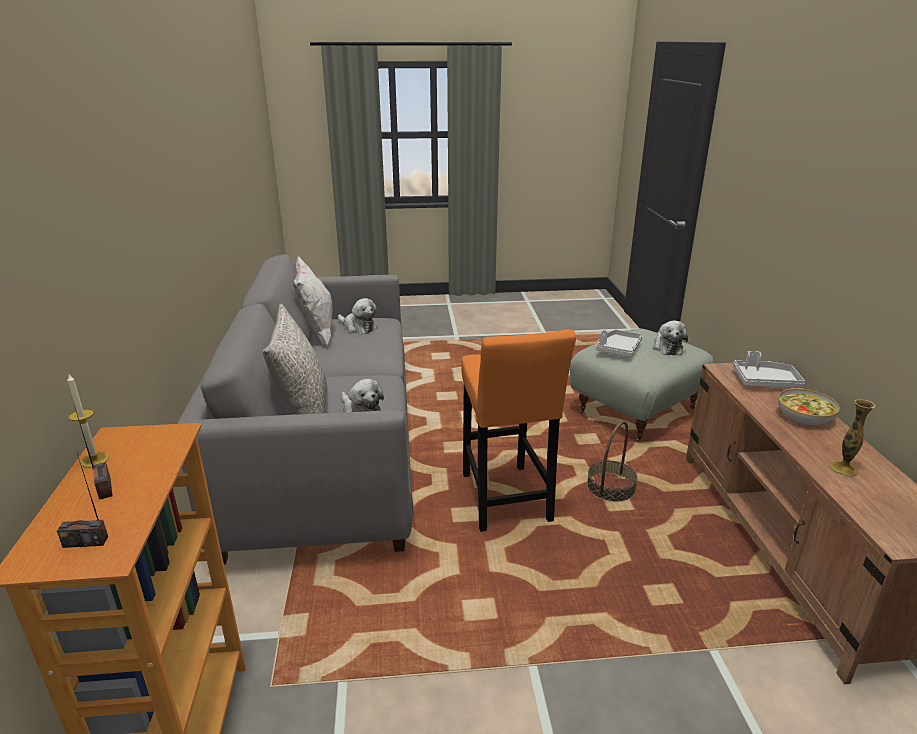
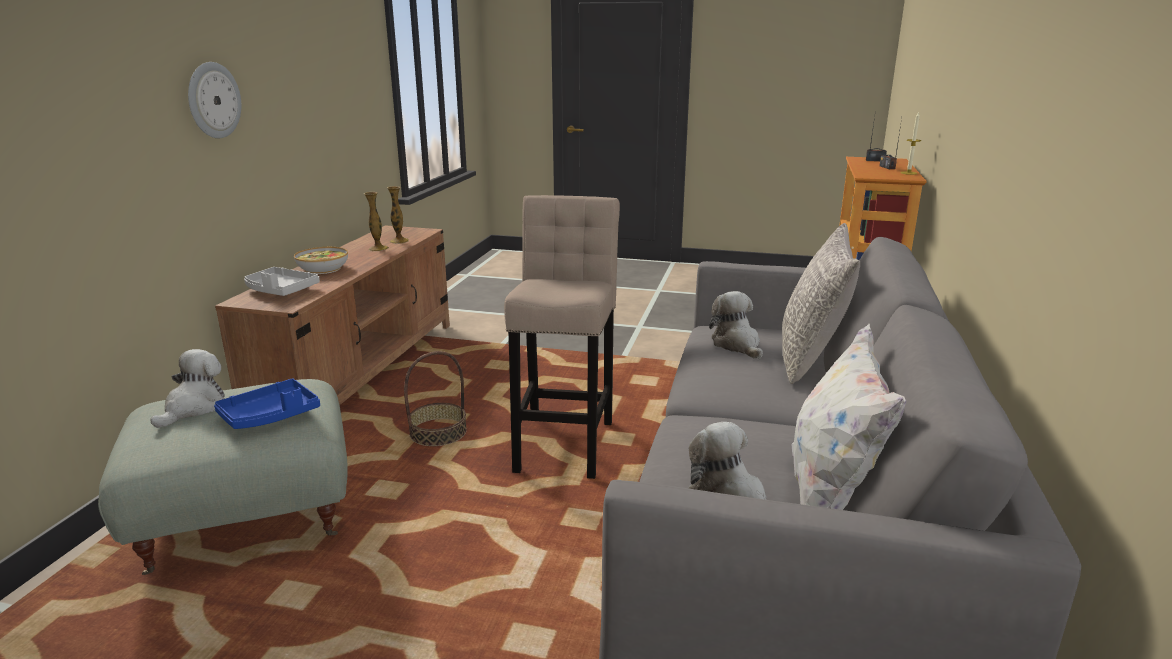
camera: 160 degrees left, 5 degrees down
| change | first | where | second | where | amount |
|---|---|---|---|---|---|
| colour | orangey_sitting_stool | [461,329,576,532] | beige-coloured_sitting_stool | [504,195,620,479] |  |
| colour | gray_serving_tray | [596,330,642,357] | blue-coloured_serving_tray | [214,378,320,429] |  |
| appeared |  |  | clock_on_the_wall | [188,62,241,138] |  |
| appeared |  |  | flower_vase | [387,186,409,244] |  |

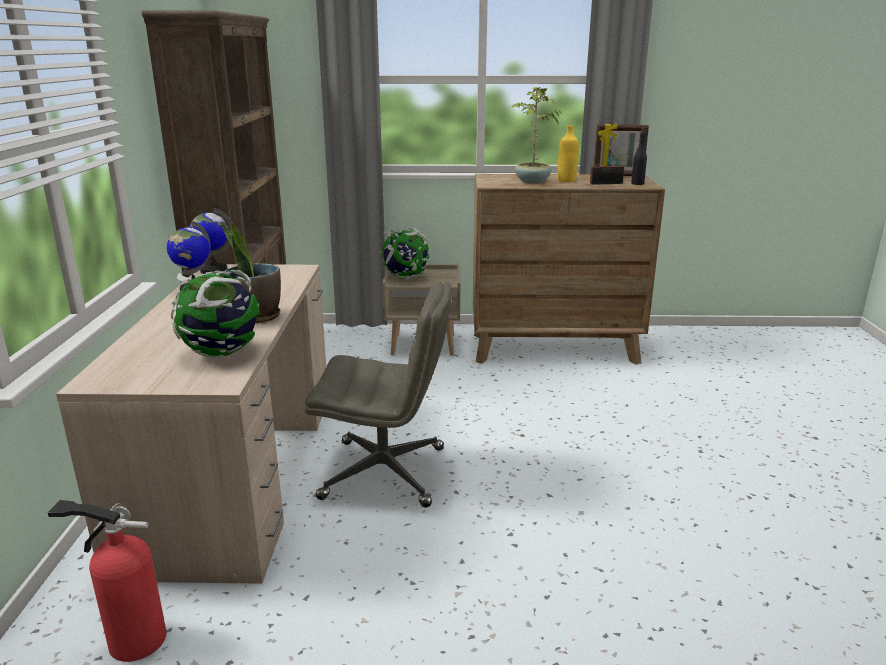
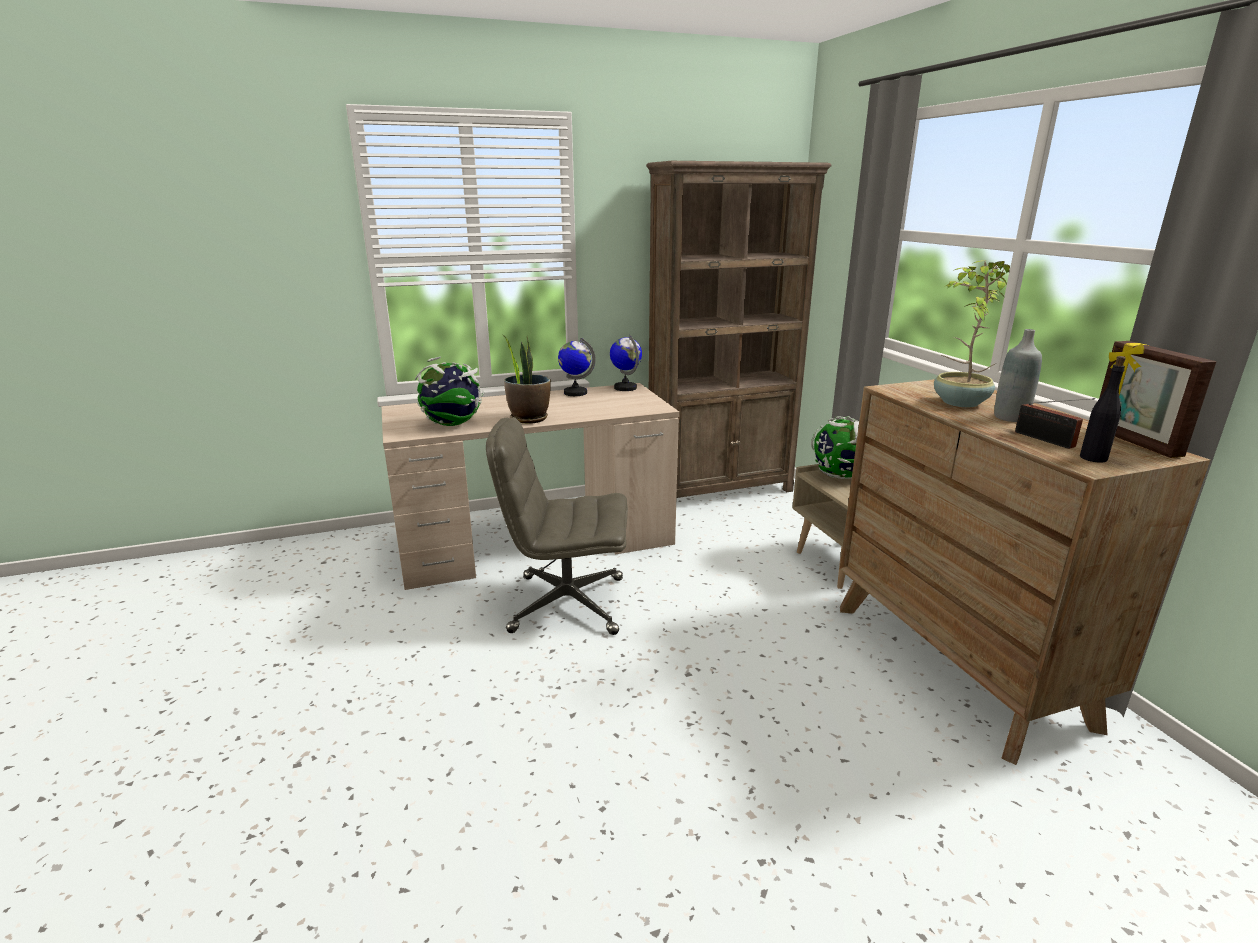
camera: 70 degrees right, 0 degrees up
| change | first | where | second | where | amount |
|---|---|---|---|---|---|
| colour | yellowish_bottle | [558,125,579,182] | gray_bottle | [994,329,1042,422] |  |
| spun | gray_office_chair | [305,281,452,507] |  | [486,417,628,635] | 105 degrees clockwise |
| missing | fire-fighting_cylinder | [48,500,167,662] |  |  |  |

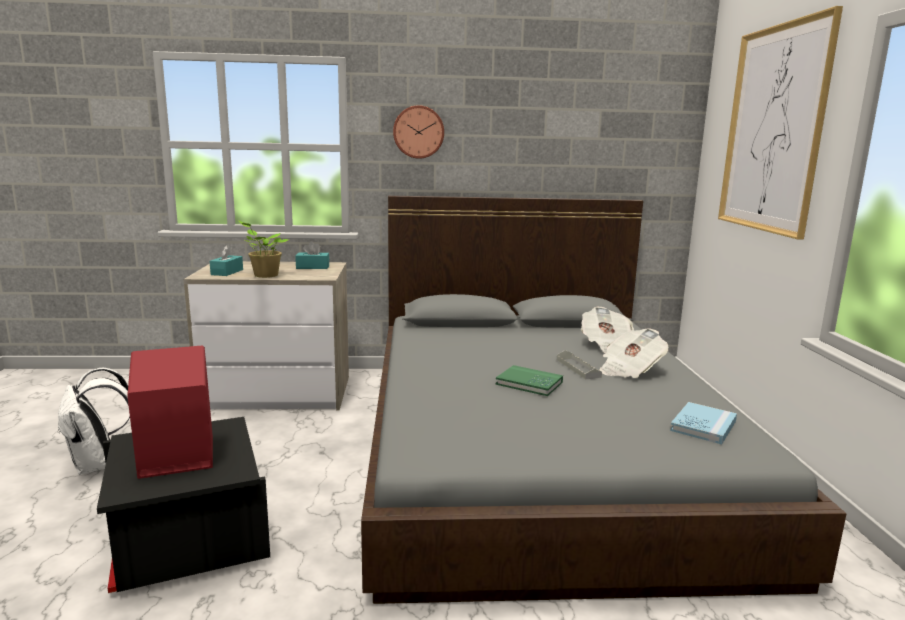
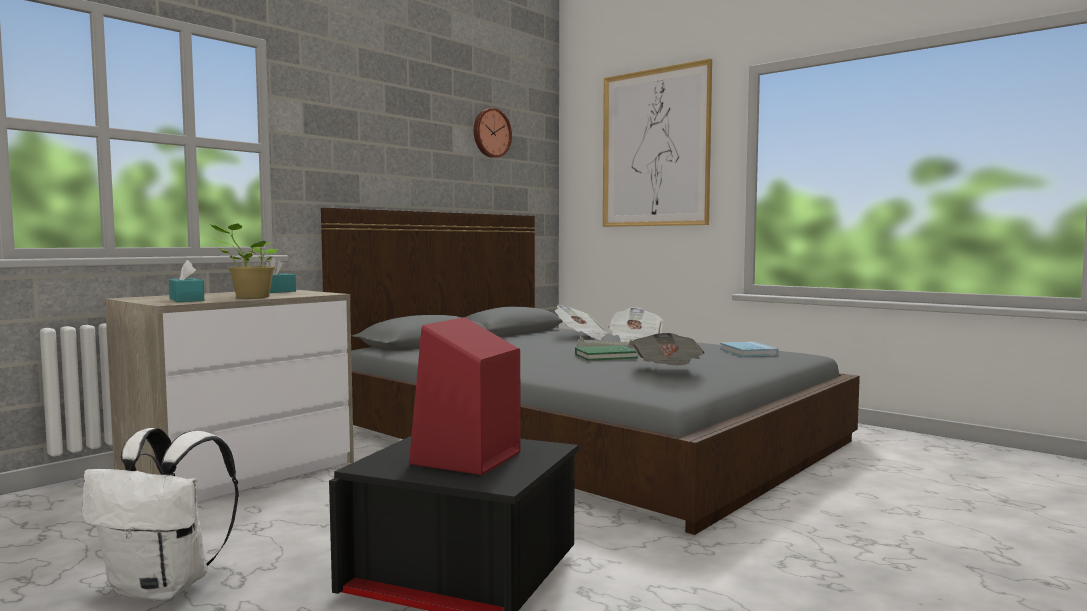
camera: 45 degrees left, 10 degrees down
| change | first | where | second | where | amount |
|---|---|---|---|---|---|
| relocated | clock_on_the_wall | [393,105,444,159] |  | [474,108,512,158] |  |
| appeared |  |  | daily_paper | [630,333,705,365] |  |

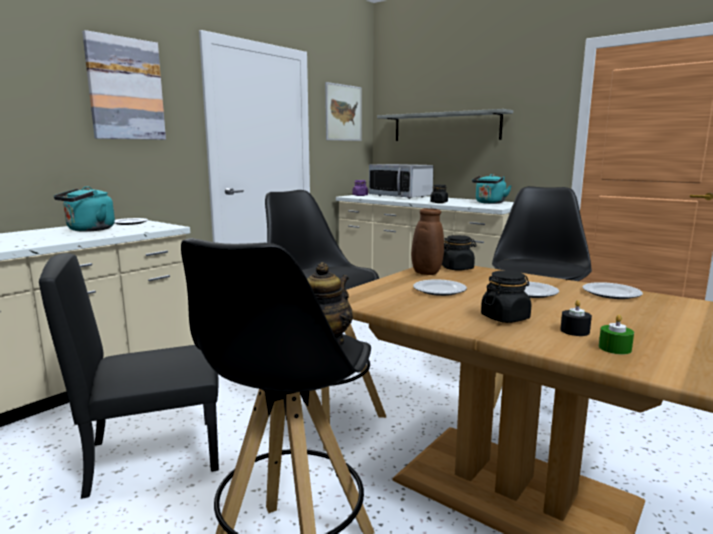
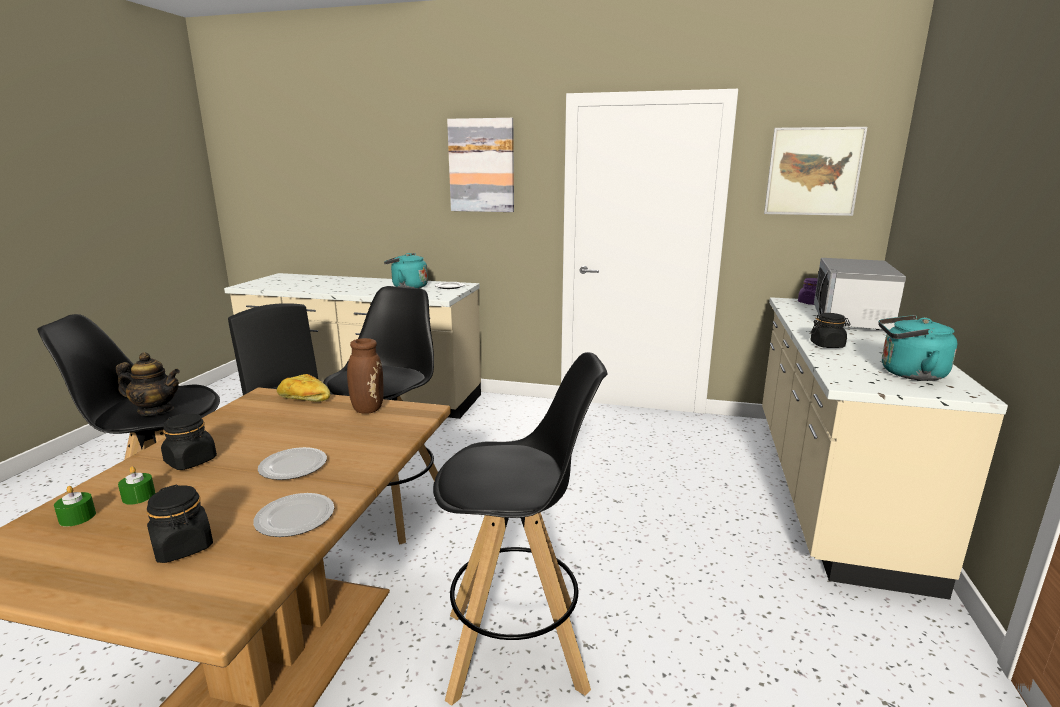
camera: 65 degrees right, 5 degrees up
| change | first | where | second | where | amount |
|---|---|---|---|---|---|
| missing | gray_wall_shelf | [377,109,513,141] |  |  |  |
| relocated | black-coloured_preserve_jar | [442,235,477,271] |  | [146,485,213,563] |  |
| missing | dinner_plate | [413,279,467,296] |  |  |  |
| colour | black-coloured_candle | [560,300,592,336] | green_candle | [118,466,155,505] |  |
| appeared |  |  | baked_bread | [277,374,330,402] |  |

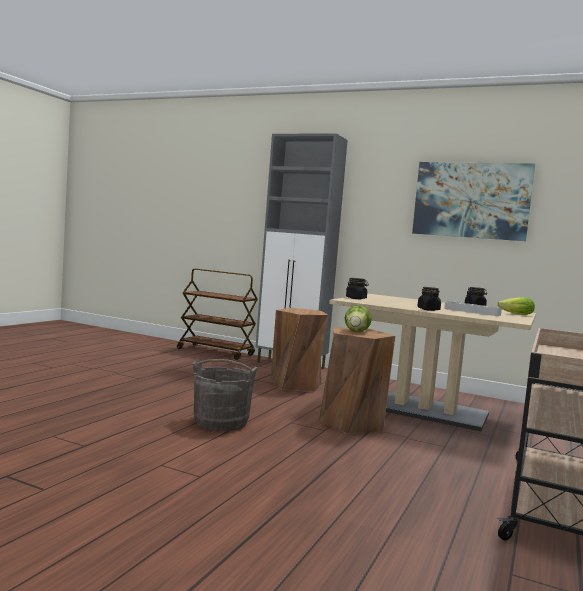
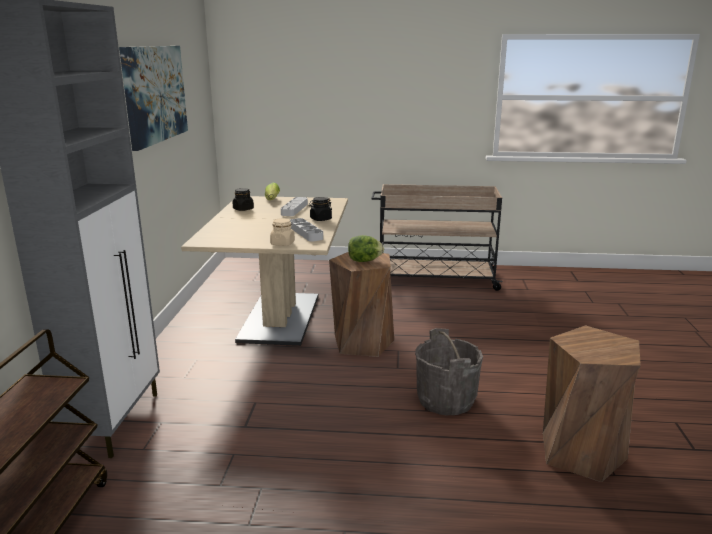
camera: 110 degrees left, 15 degrees up
| change | first | where | second | where | amount |
|---|---|---|---|---|---|
| colour | black-coloured_preserve_jar | [346,278,369,299] | beige-coloured_preserve_jar | [270,218,295,246] |  |
| relocated | brownish_sitting_stool | [271,308,329,392] |  | [543,325,641,482] |  |
| appeared |  |  | gray_serving_tray | [290,218,323,242] |  |

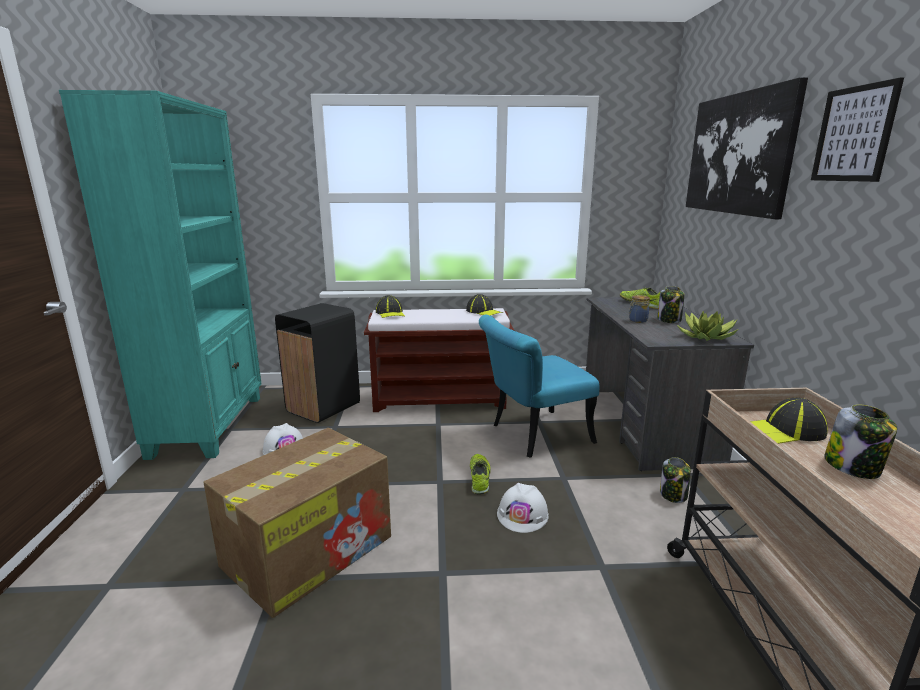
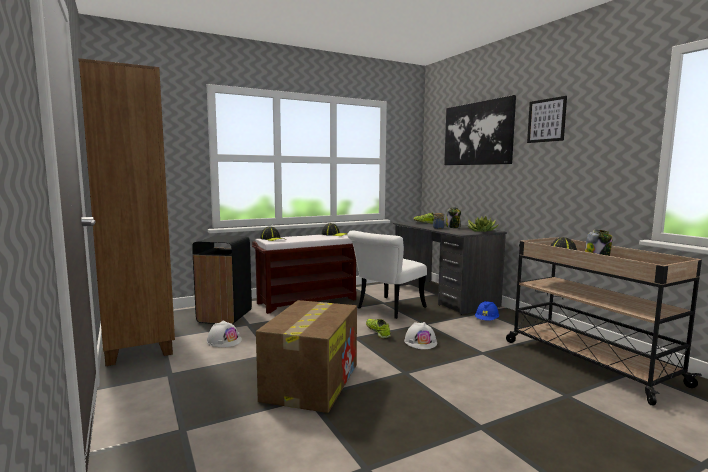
camera: 25 degrees left, 10 degrees down
| change | first | where | second | where | amount |
|---|---|---|---|---|---|
| colour | turquoise_bookcase | [59,90,262,460] | brownish_bookcase | [78,58,175,366] |  |
| colour | turquoise_chair | [479,315,599,457] | whitish_chair | [347,230,427,319] |  |
| exchanged | preserve_jar | [660,457,691,503] | blue-coloured_safety_helmet | [475,301,499,321] |  |

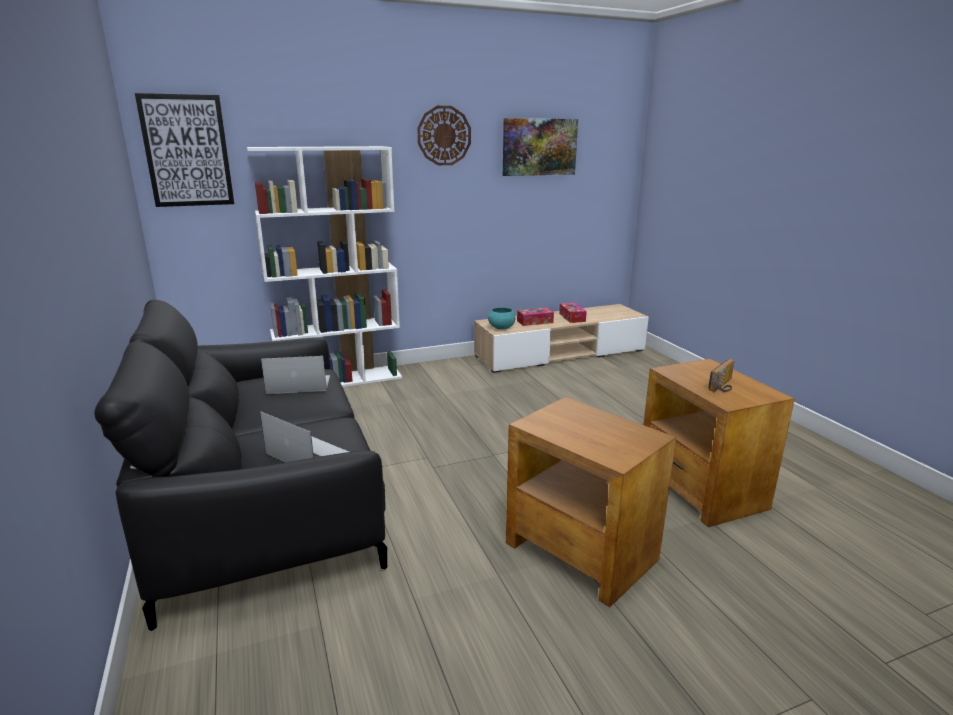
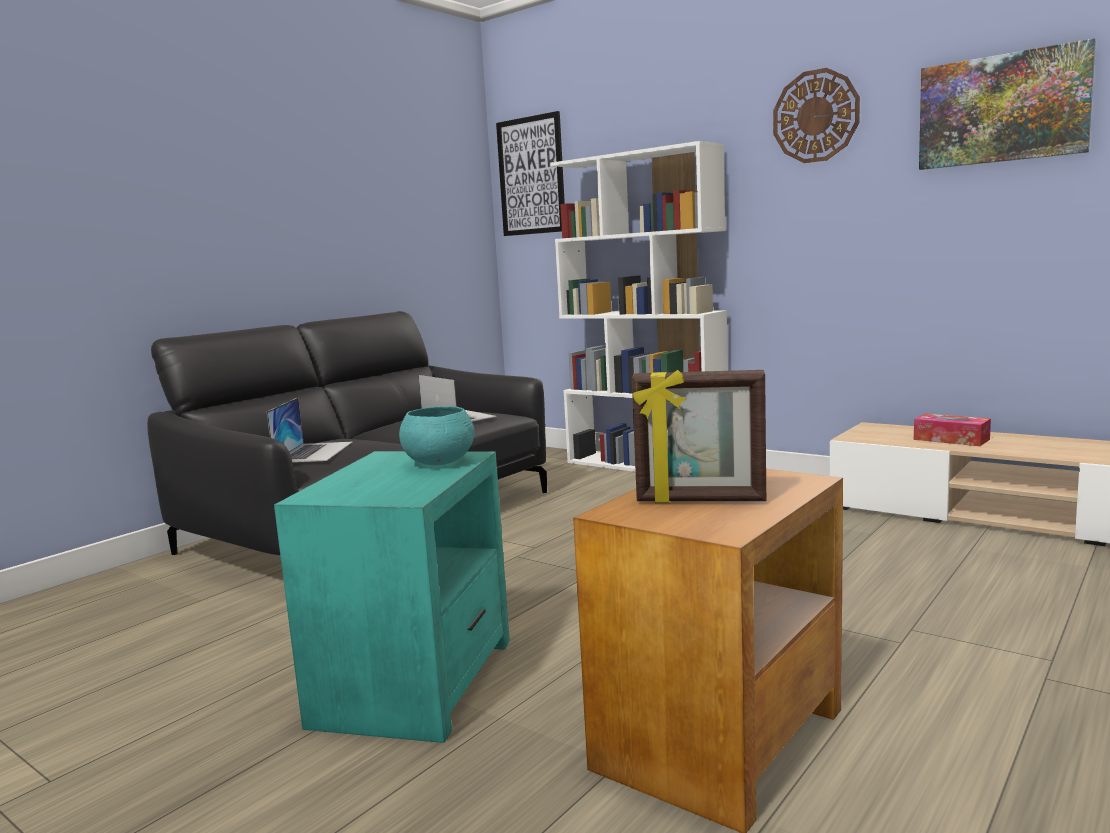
camera: 60 degrees right, 10 degrees down
| change | first | where | second | where | amount |
|---|---|---|---|---|---|
| missing | box_of_tissues | [559,303,587,323] |  |  |  |
| relocated | turquoise_serving_bowl | [488,307,515,329] |  | [399,406,475,465] |  |
| exchanged | radio_receiver | [708,359,735,392] | picture_frame | [632,370,766,503] |  |
| colour | brownish_side_table | [506,397,676,607] | turquoise_side_table | [274,451,510,743] |  |

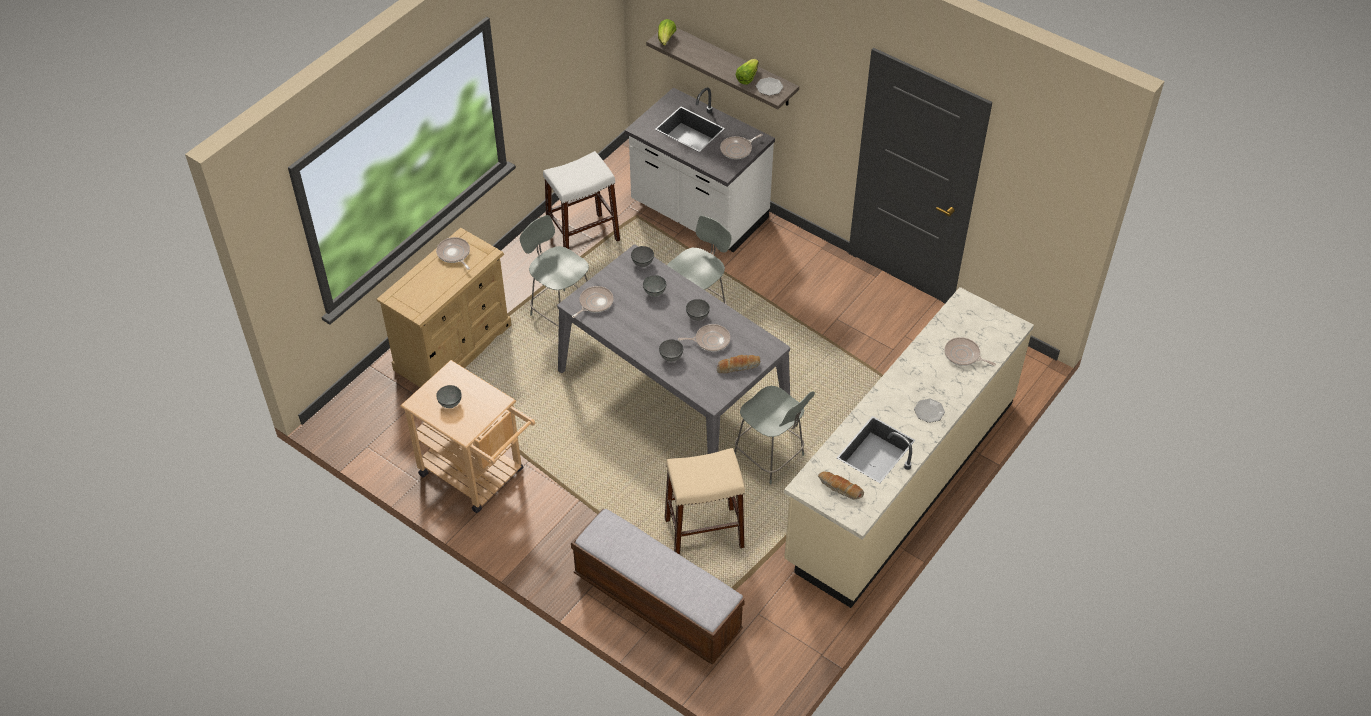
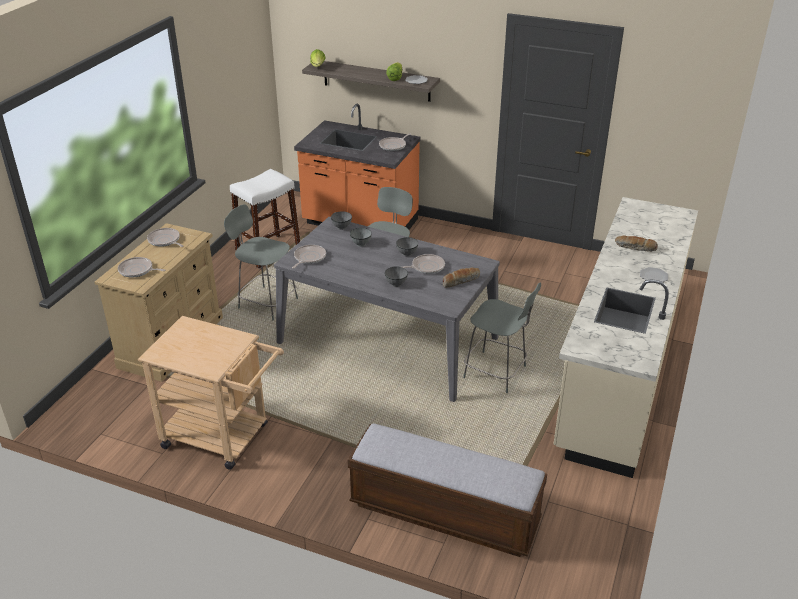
camera: 15 degrees left, 15 degrees down
| change | first | where | second | where | amount |
|---|---|---|---|---|---|
| colour | whitish_kitchen_base_unit | [625,87,775,252] | orangey_kitchen_base_unit | [294,104,421,230] |  |
| relocated | pan | [944,337,996,366] |  | [118,257,165,278] |  |
| missing | gray_serving_bowl | [436,385,462,408] |  |  |  |
| missing | beige-coloured_sitting_stool | [665,448,745,555] |  |  |  |
| relocated | baked_bread | [818,471,864,500] |  | [615,236,658,252] |  |

